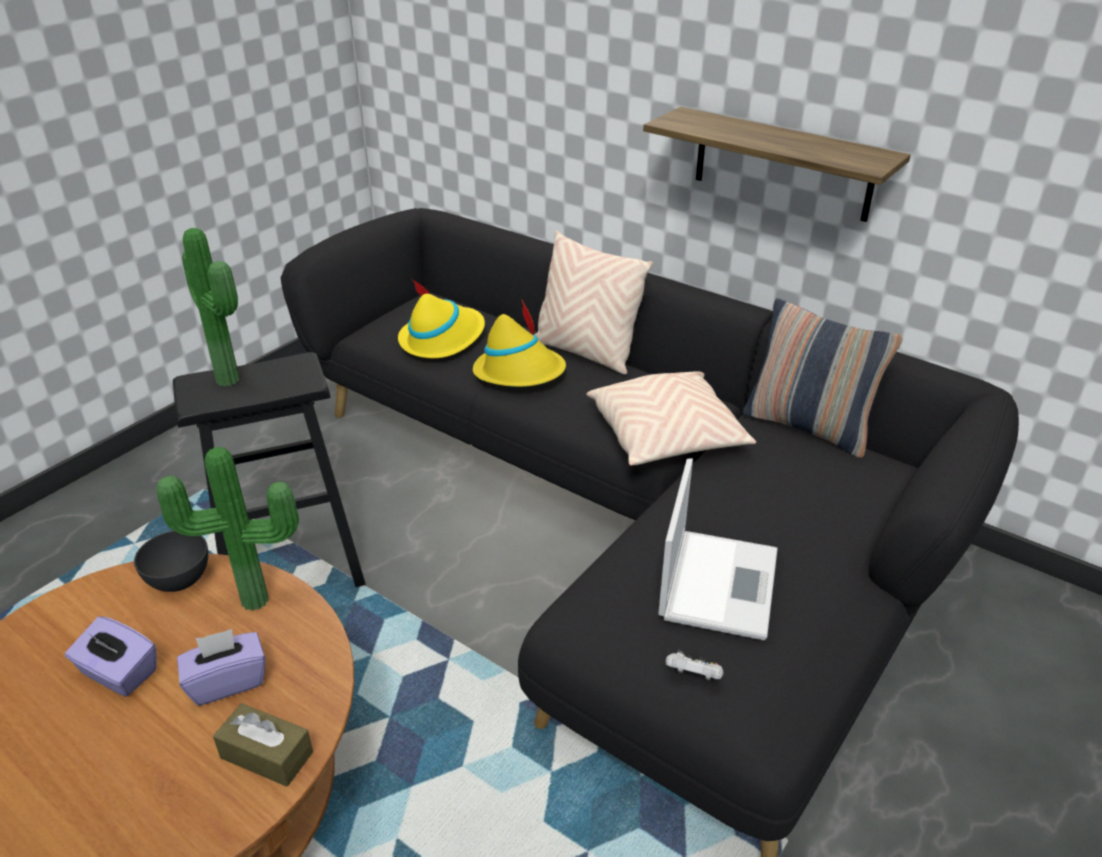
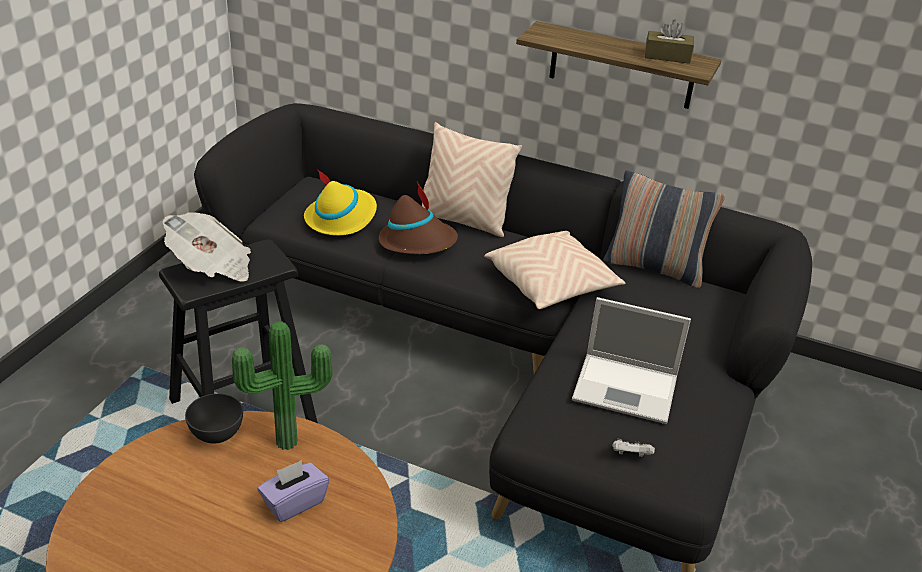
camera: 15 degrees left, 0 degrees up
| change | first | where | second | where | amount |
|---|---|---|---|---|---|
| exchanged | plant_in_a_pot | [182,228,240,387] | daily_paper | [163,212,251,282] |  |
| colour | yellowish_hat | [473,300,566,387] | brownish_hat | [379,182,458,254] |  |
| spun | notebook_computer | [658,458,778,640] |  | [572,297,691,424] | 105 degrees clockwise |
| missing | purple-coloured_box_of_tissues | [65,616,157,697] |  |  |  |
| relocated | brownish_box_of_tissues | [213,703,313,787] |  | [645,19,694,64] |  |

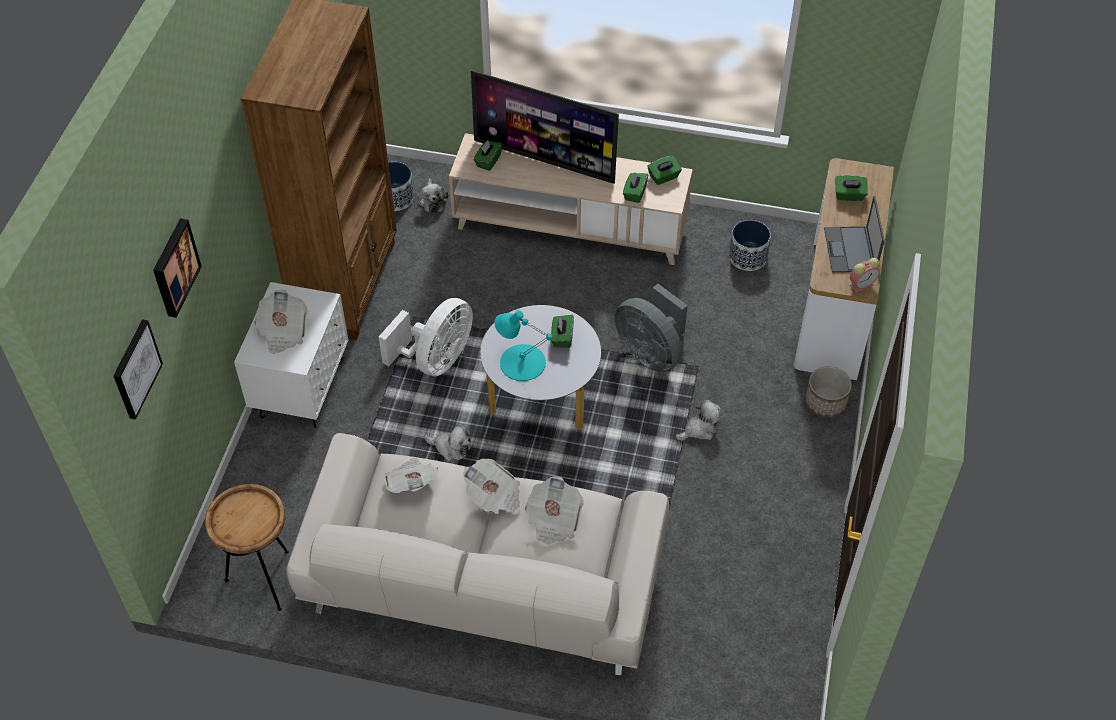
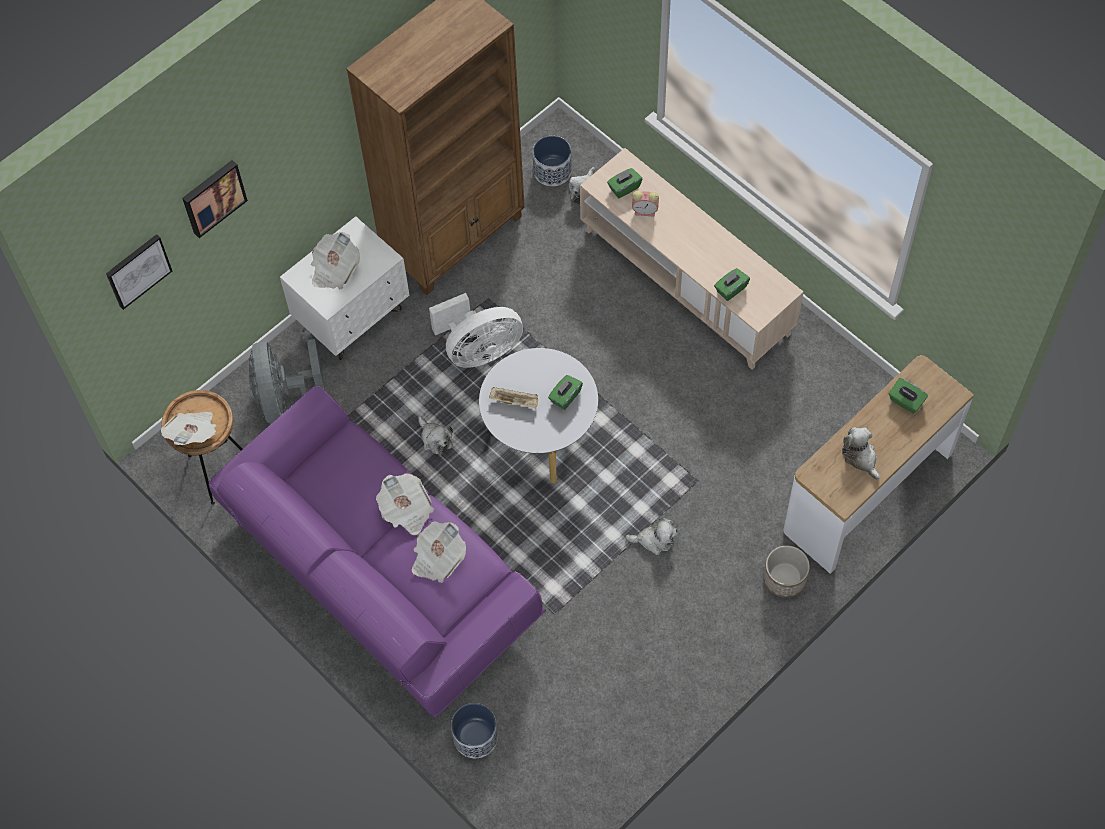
camera: 35 degrees right, 10 degrees up
| change | first | where | second | where | amount |
|---|---|---|---|---|---|
| missing | TV_set | [471,70,619,184] |  |  |  |
| missing | green_box_of_tissues | [648,156,682,185] |  |  |  |
| exchanged | notebook_computer | [824,196,885,273] | soft_toy | [842,427,880,480] |  |
| relocated | flower_pot | [729,220,771,271] |  | [451,703,498,758] |  |
| relocated | table_clock | [850,258,880,293] |  | [632,191,659,217] |  |
| relocated | gray_cooling_fan | [614,284,688,372] |  | [249,339,325,423] |  |
| exchanged | turquoise_table_lamp | [495,311,553,381] | beige-coloured_serving_tray | [489,387,538,409] |  |
| colour | whitish_sofa | [286,433,669,676] | purple-coloured_sofa | [209,386,546,718] |  |
| relocated | daily_paper | [384,458,439,493] |  | [161,411,216,445] |  |

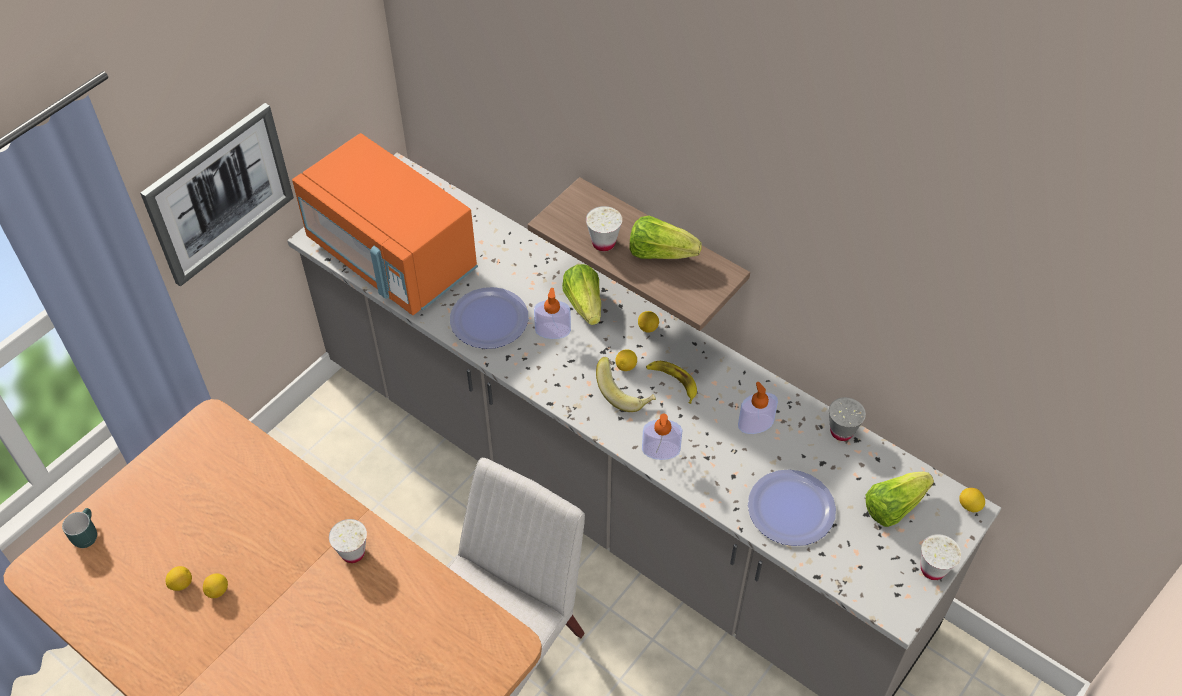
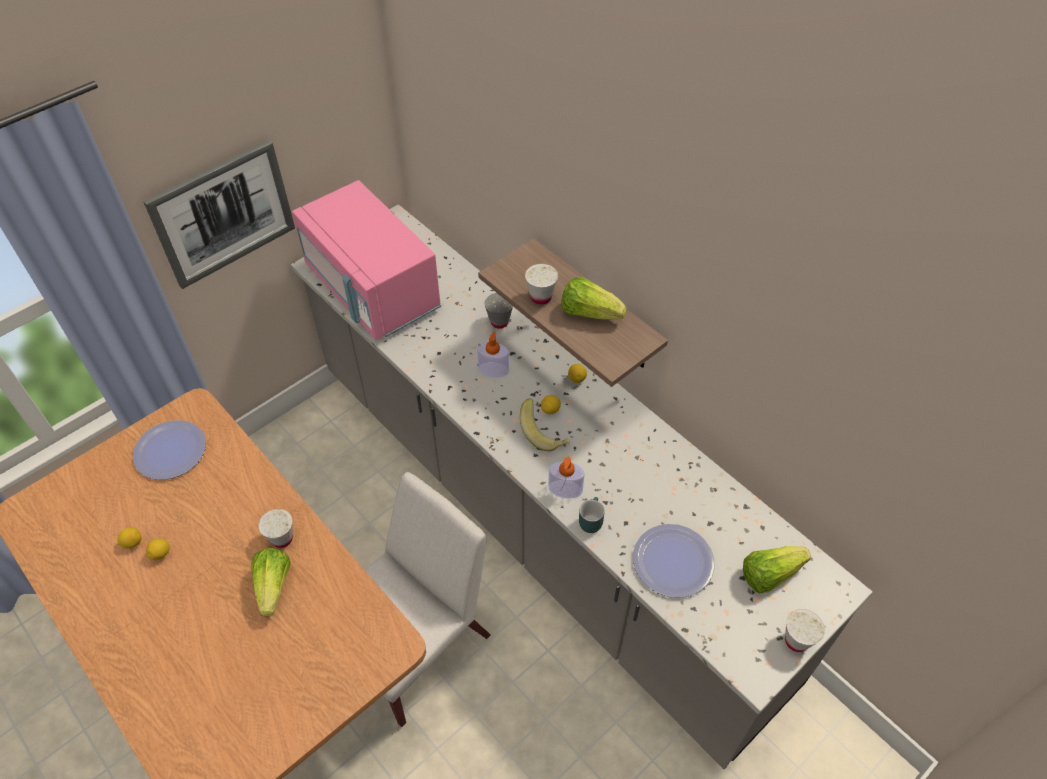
camera: 10 degrees right, 0 degrees up
| change | first | where | second | where | amount |
|---|---|---|---|---|---|
| colour | orangey_microwave | [292,133,478,315] | pinkish_microwave | [292,180,441,340] |  |
| relocated | head_of_lettuce | [562,264,601,325] |  | [251,548,291,616] |  |
| relocated | dinner_plate | [450,287,528,349] |  | [133,420,206,480] |  |
| missing | banana_fruit | [646,361,697,404] |  |  |  |
| missing | liquid_soap_bottle | [738,382,778,434] |  |  |  |
| relocated | gray_small_cup | [829,397,866,441] |  | [485,293,513,329] |  |
| missing | whole_lemon | [959,488,985,512] |  |  |  |
| relocated | turquoise_coffee_mug | [62,508,97,548] |  | [579,497,605,533] |  |

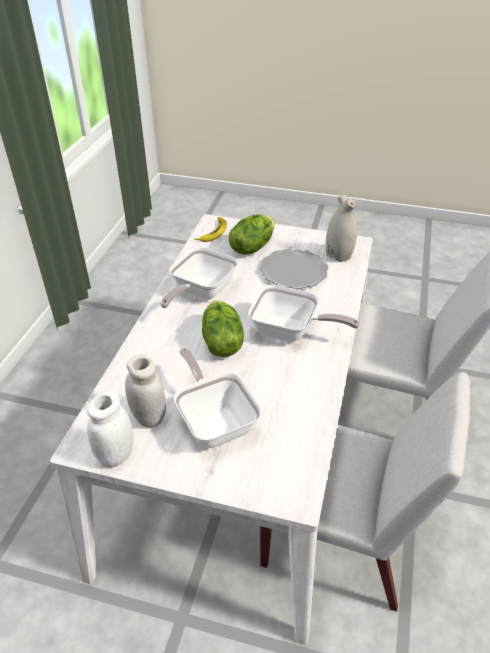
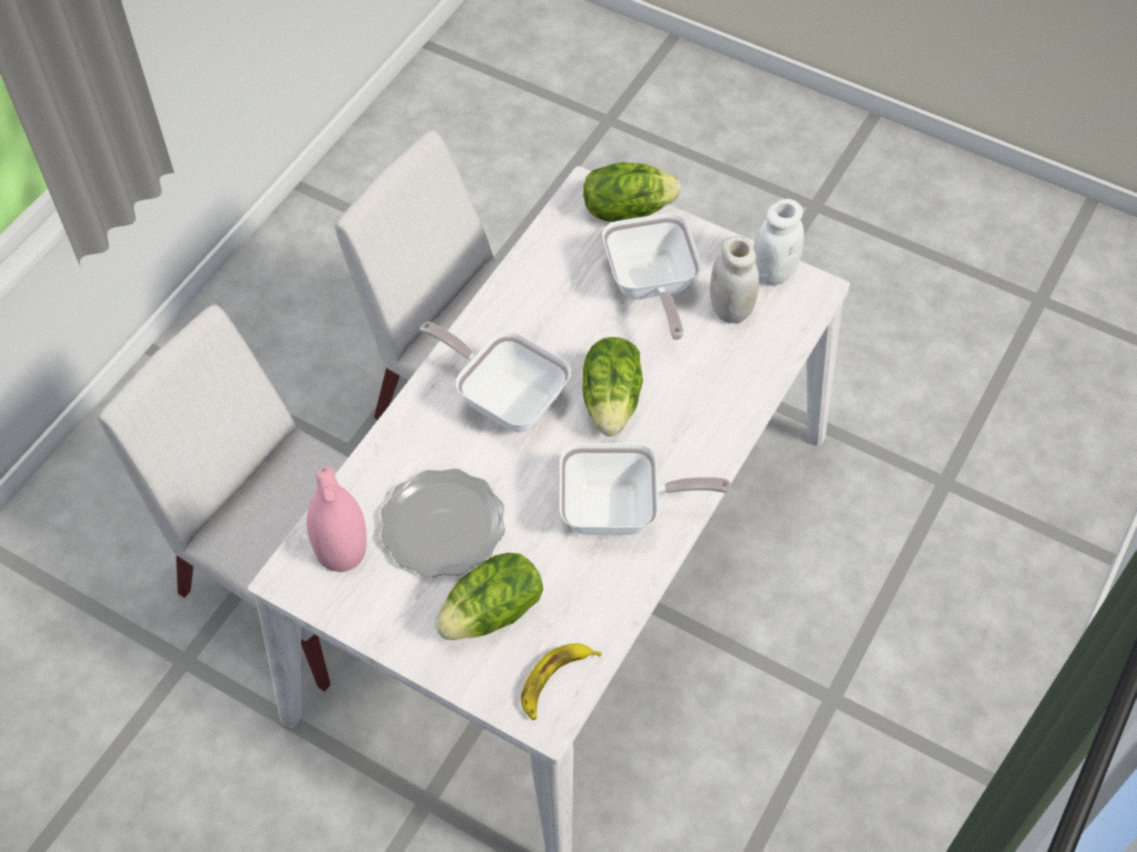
camera: 165 degrees left, 15 degrees up
| change | first | where | second | where | amount |
|---|---|---|---|---|---|
| colour | whitish_flower_vase | [326,195,357,262] | pinkish_flower_vase | [307,466,366,572] |  |
| spun | pan | [160,247,238,308] |  | [559,443,731,535] | 45 degrees clockwise |
| appeared |  |  | head_of_lettuce | [583,162,681,222] |  |

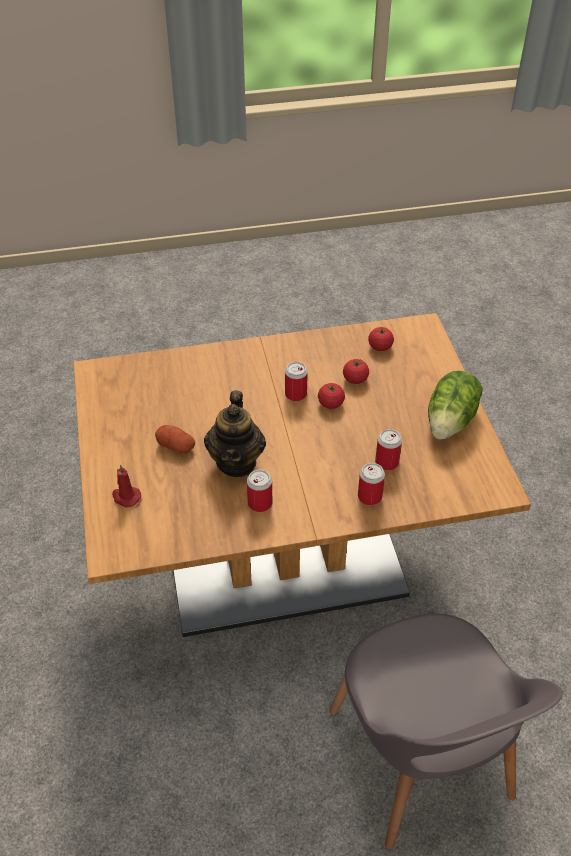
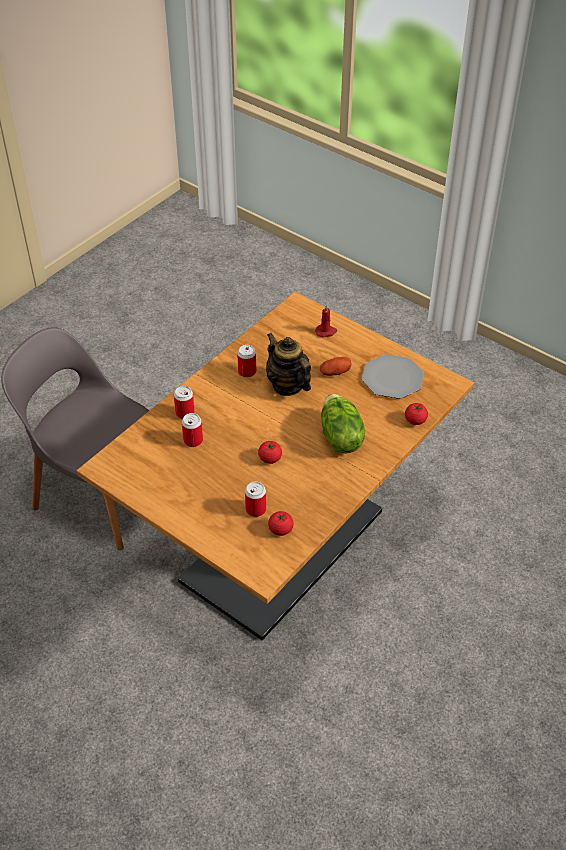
camera: 140 degrees right, 0 degrees up
| change | first | where | second | where | amount |
|---|---|---|---|---|---|
| relocated | fresh_tomato | [343,359,369,384] |  | [405,403,428,425] |  |
| relocated | sealed_can | [285,362,308,401] |  | [245,481,266,517] |  |
| relocated | head_of_lettuce | [428,371,483,440] |  | [321,394,365,454] |  |
| appeared |  |  | dinner_plate | [362,354,424,399] |  |

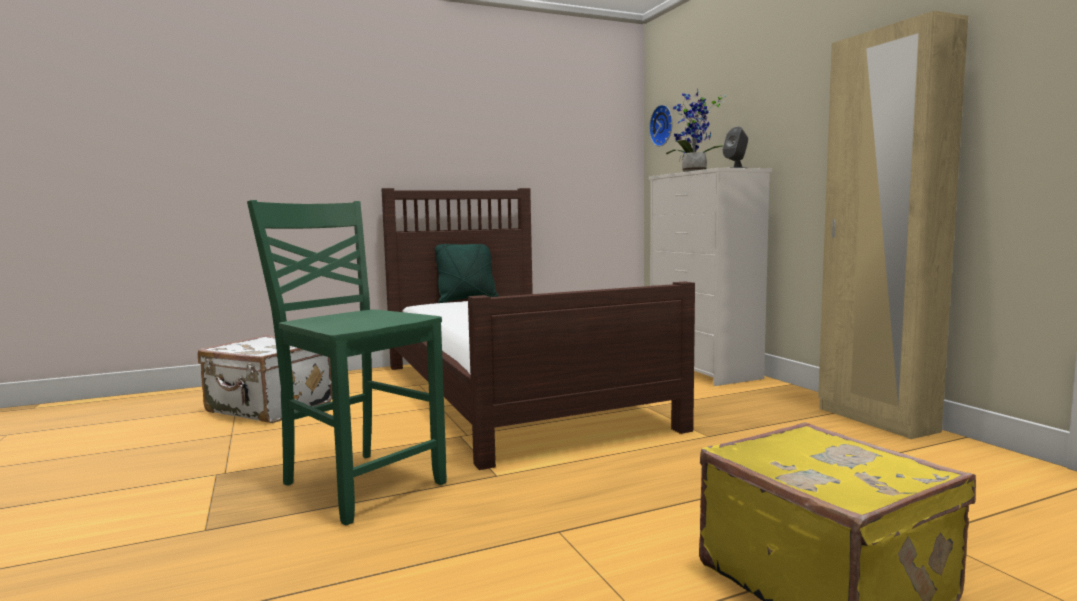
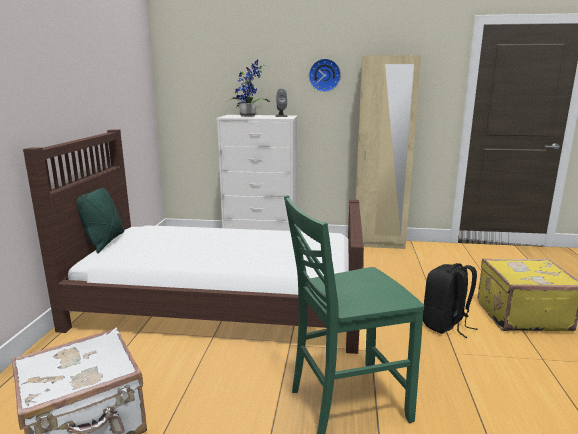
camera: 60 degrees left, 10 degrees up
| change | first | where | second | where | amount |
|---|---|---|---|---|---|
| relocated | clock_on_the_wall | [649,105,673,146] |  | [309,58,341,92] |  |
| appeared |  |  | black-coloured_rucksack | [423,263,478,338] |  |

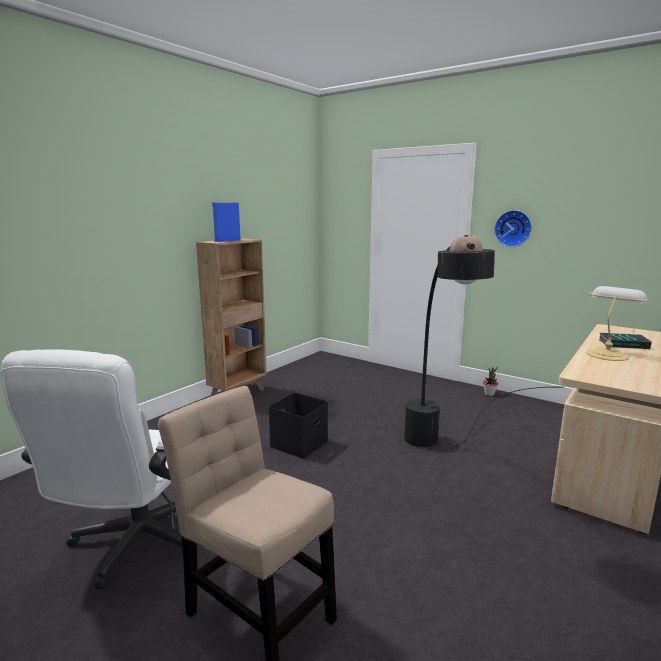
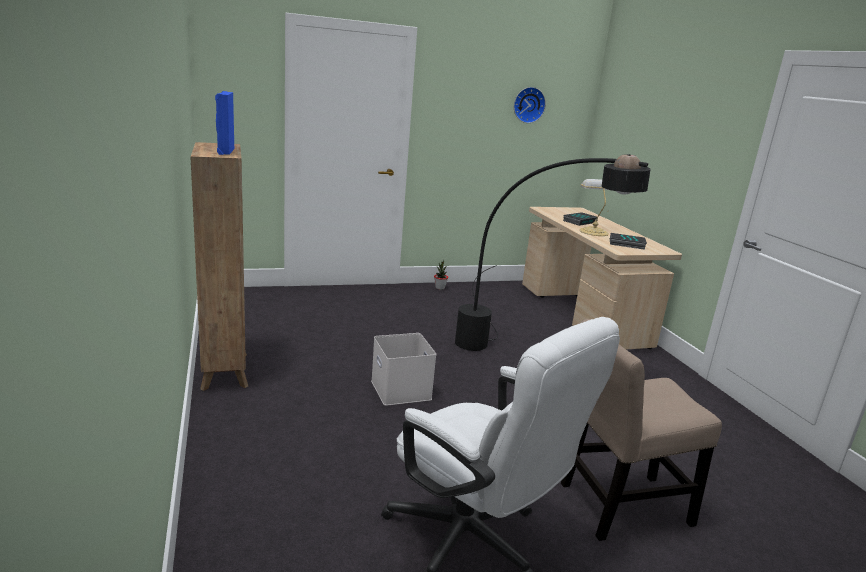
camera: 55 degrees left, 5 degrees up
| change | first | where | second | where | amount |
|---|---|---|---|---|---|
| relocated | clock_on_the_wall | [494,210,532,247] |  | [514,87,546,123] |  |
| colour | black-coloured_storage_bin | [268,393,328,459] | whitish_storage_bin | [371,333,436,406] |  |
| appeared |  |  | book | [610,233,647,250] |  |

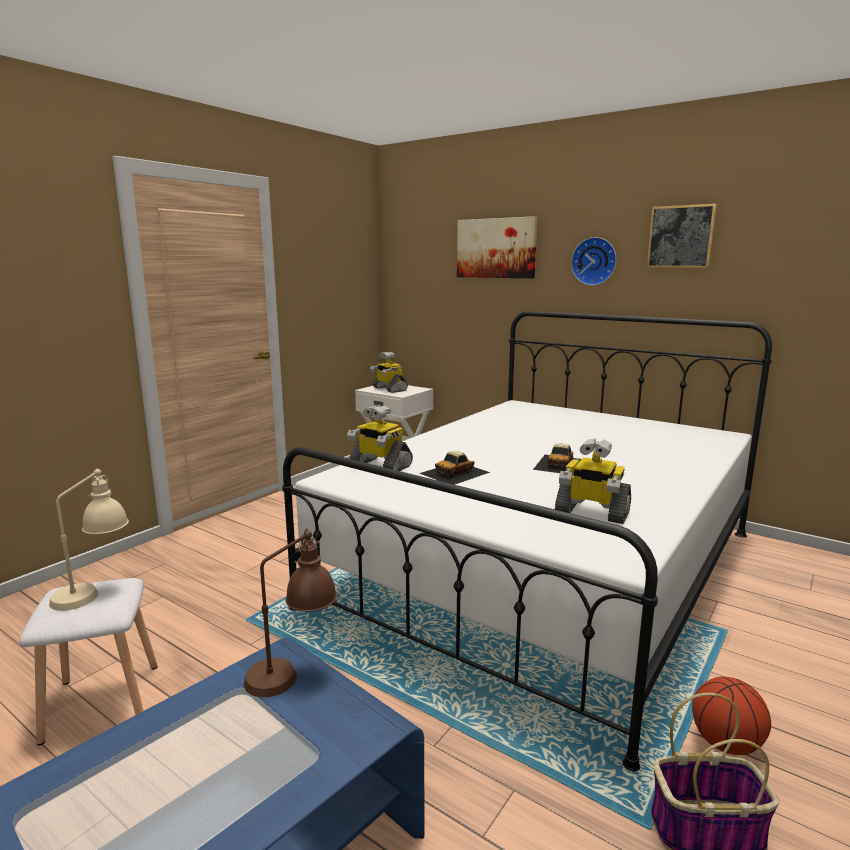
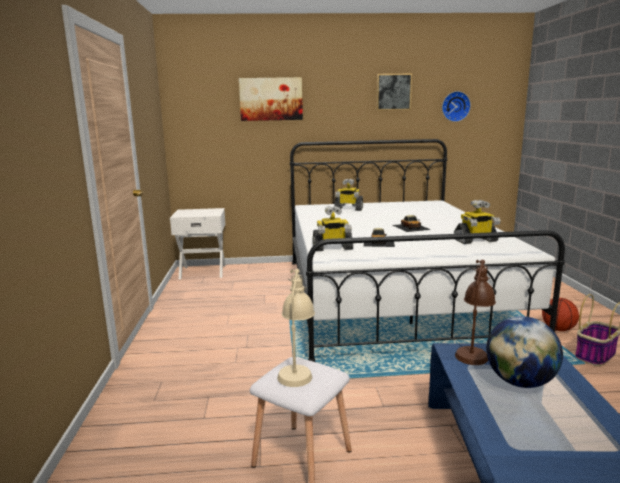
camera: 40 degrees left, 0 degrees up
| change | first | where | second | where | amount |
|---|---|---|---|---|---|
| relocated | clock_on_the_wall | [571,237,617,286] |  | [442,91,471,122] |  |
| relocated | model_robot | [370,352,408,393] |  | [334,179,363,211] |  |
| appeared |  |  | world_globe | [486,316,563,388] |  |

